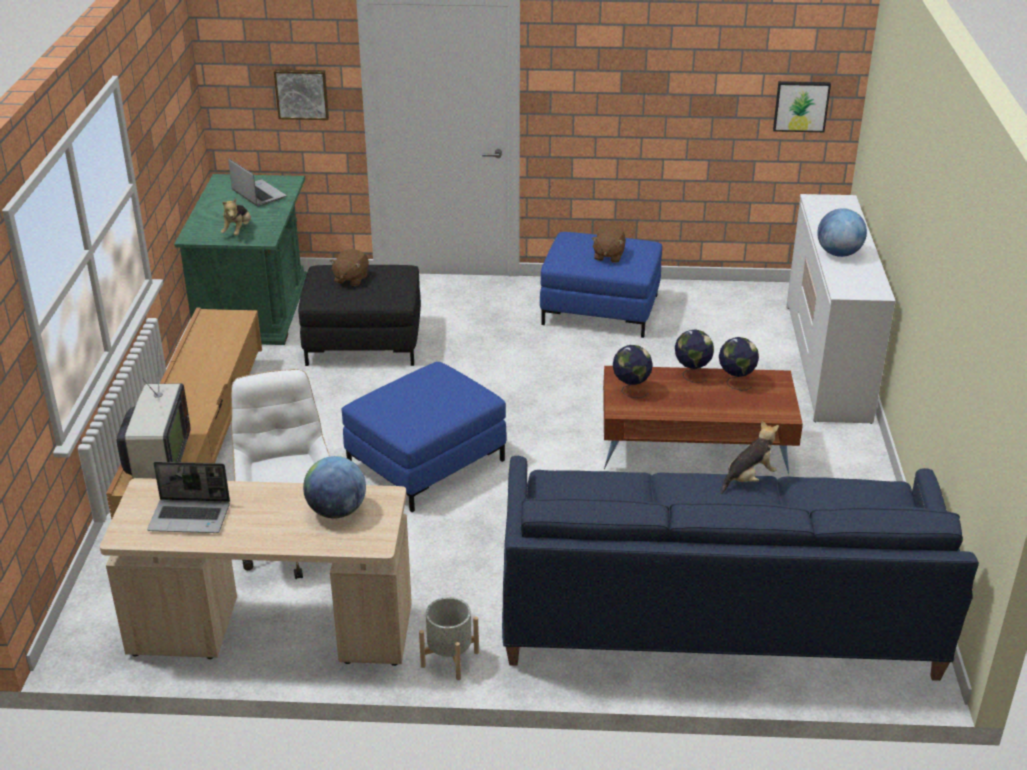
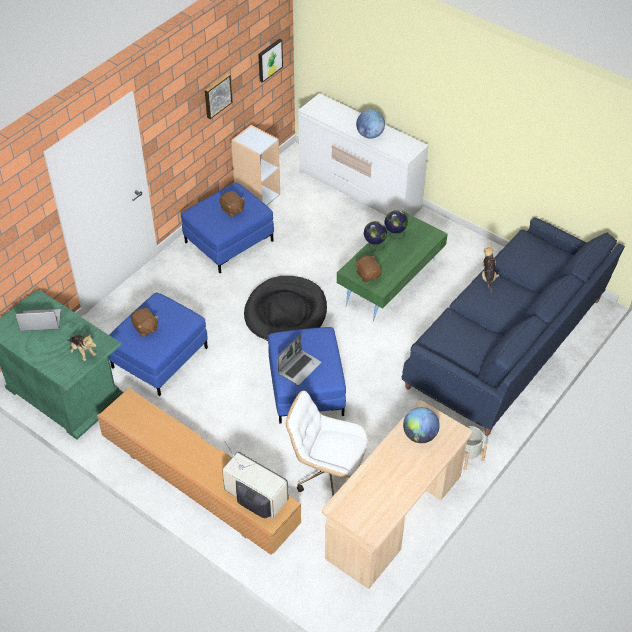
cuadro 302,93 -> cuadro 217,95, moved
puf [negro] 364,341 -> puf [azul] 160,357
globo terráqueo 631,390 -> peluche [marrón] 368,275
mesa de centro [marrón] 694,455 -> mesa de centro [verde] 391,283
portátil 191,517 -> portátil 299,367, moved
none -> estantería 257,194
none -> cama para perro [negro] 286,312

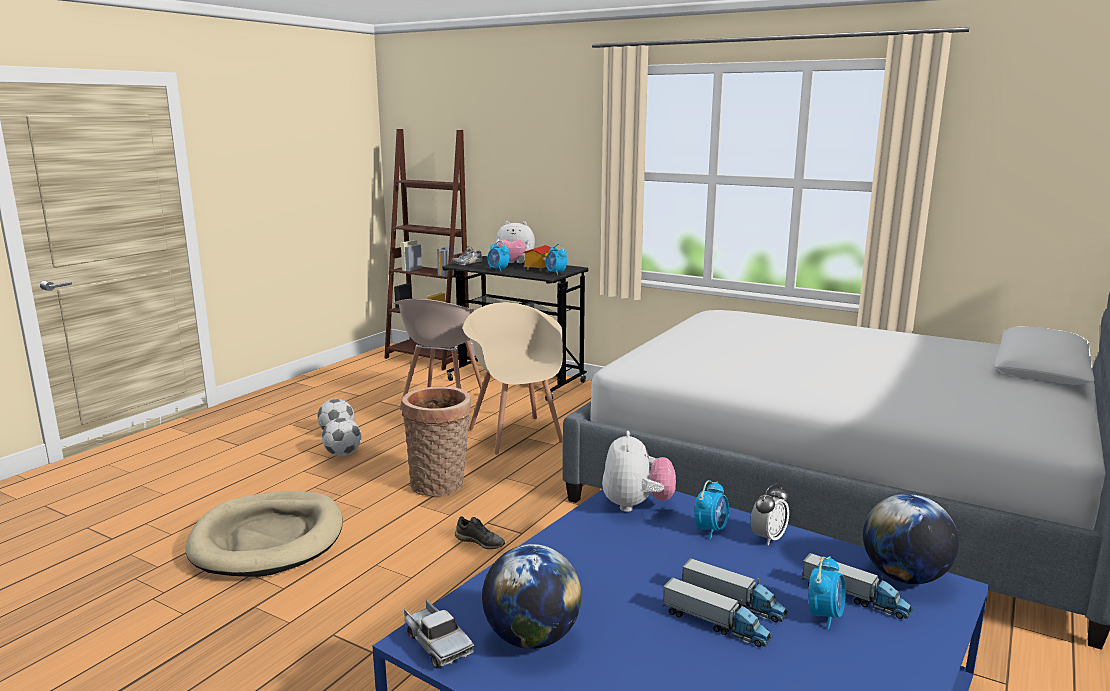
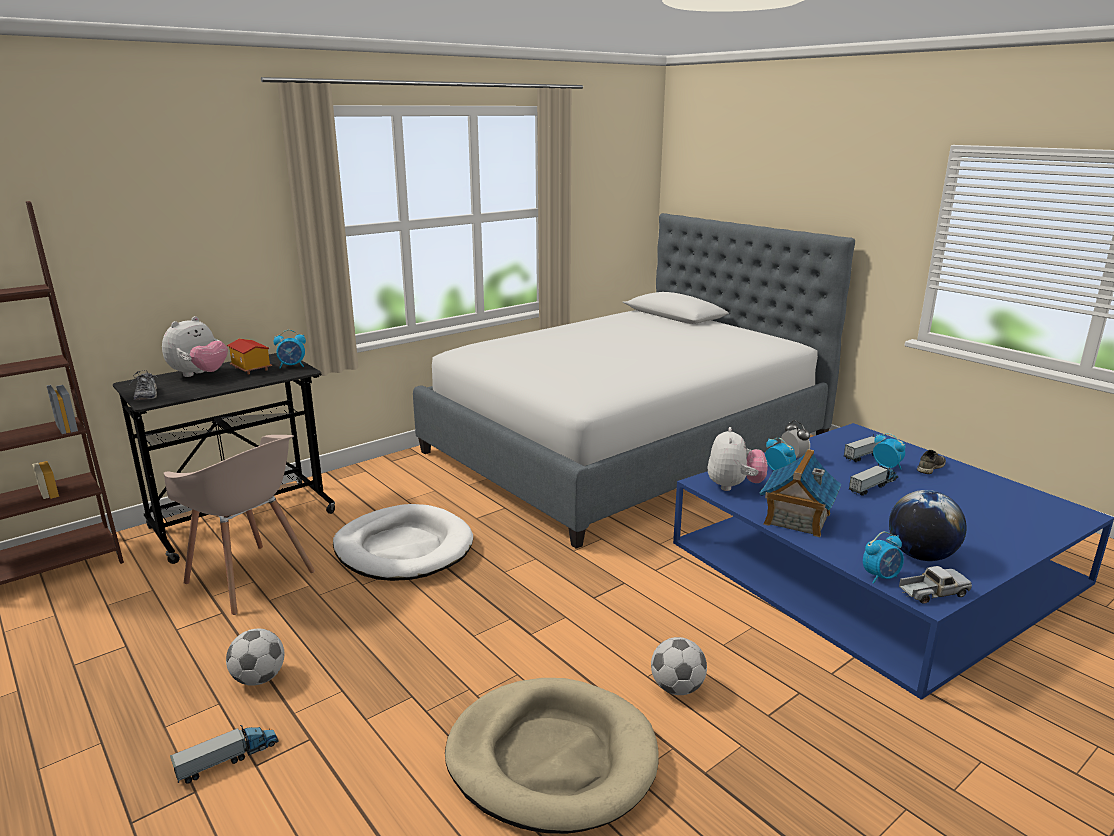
despertador 498,270 -> despertador 880,577, moved
silla [beis] 515,435 -> cama para perro [blanco] 403,548
cesta 440,485 -> none
balón de fútbol 343,454 -> balón de fútbol 677,688, moved
peluche 636,505 -> peluche 734,486, 75 degrees clockwise
globo terráqueo 904,577 -> none
zapato [gris] 480,542 -> zapato [gris] 929,468, moved
camión de juguete 715,624 -> camión de juguete 228,759, moved
none -> casita 796,519

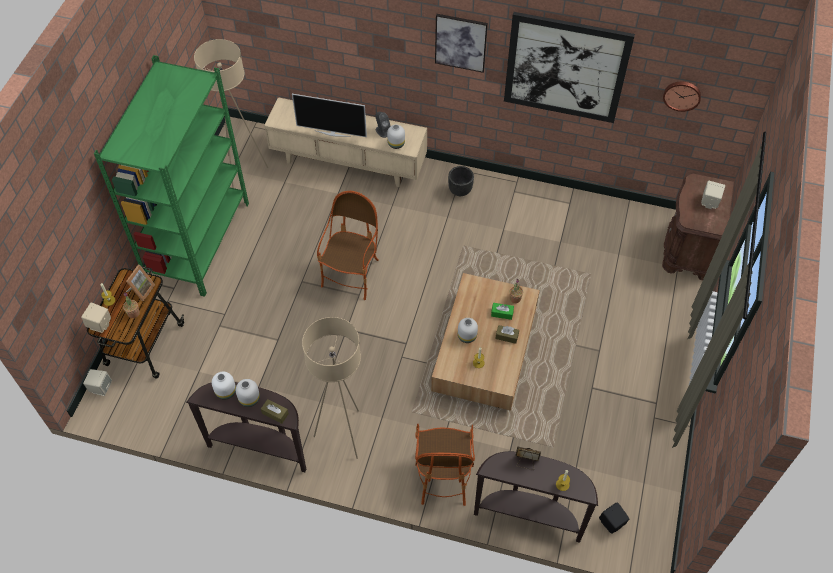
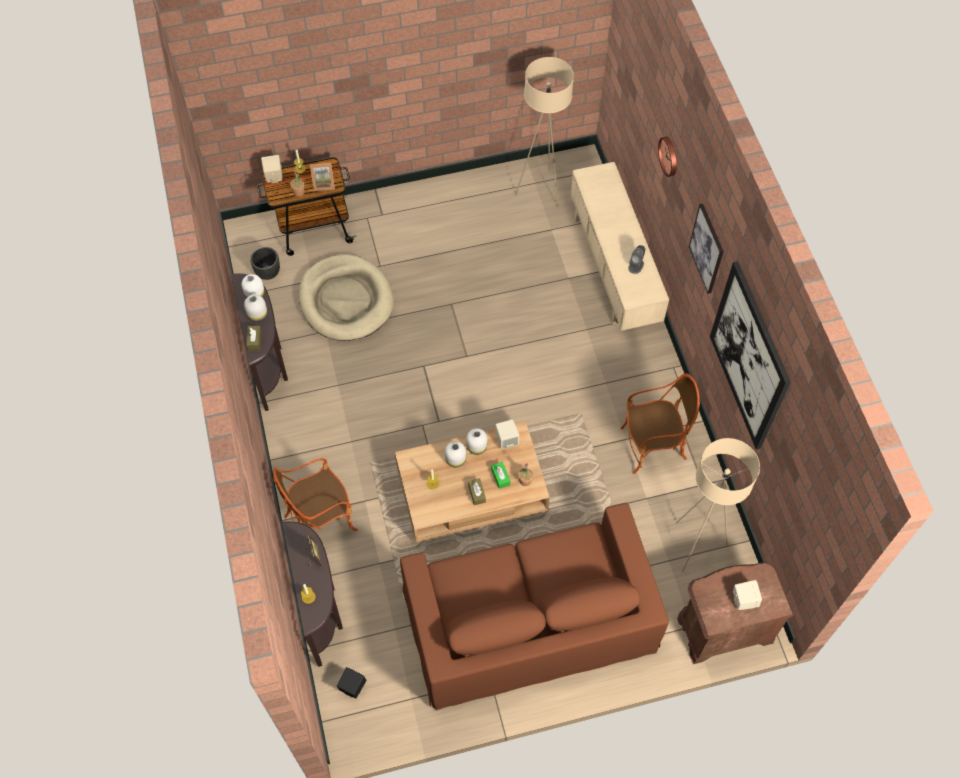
estantería [verde] 198,241 -> none
reloj de pared 682,95 -> reloj de pared 669,156, moved
televisor 332,133 -> none
florero [blanco] 396,144 -> florero [blanco] 476,447, moved
maceta [negro] 460,191 -> maceta [negro] 268,273, moved
sillón 352,275 -> sillón 652,446, moved
lámpara de pie [beis] 343,434 -> lámpara de pie [beis] 696,546, moved
altavoz [beis] 101,388 -> altavoz [beis] 507,440, moved
none -> cama para perro [beis] 346,300
none -> sofá [marrón] 529,620

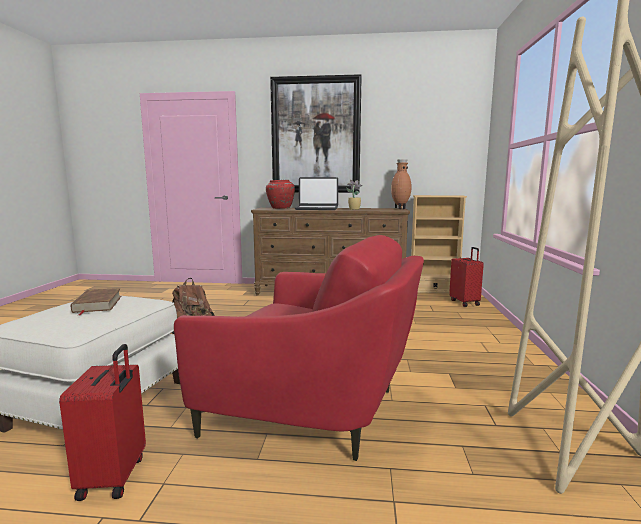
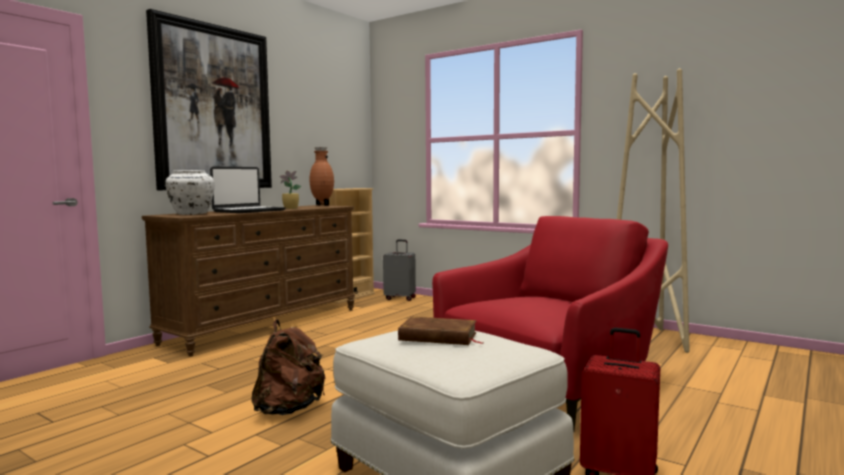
florero [rojo] 280,208 -> florero [blanco] 191,214
maleta [rojo] 465,302 -> maleta [gris] 400,298

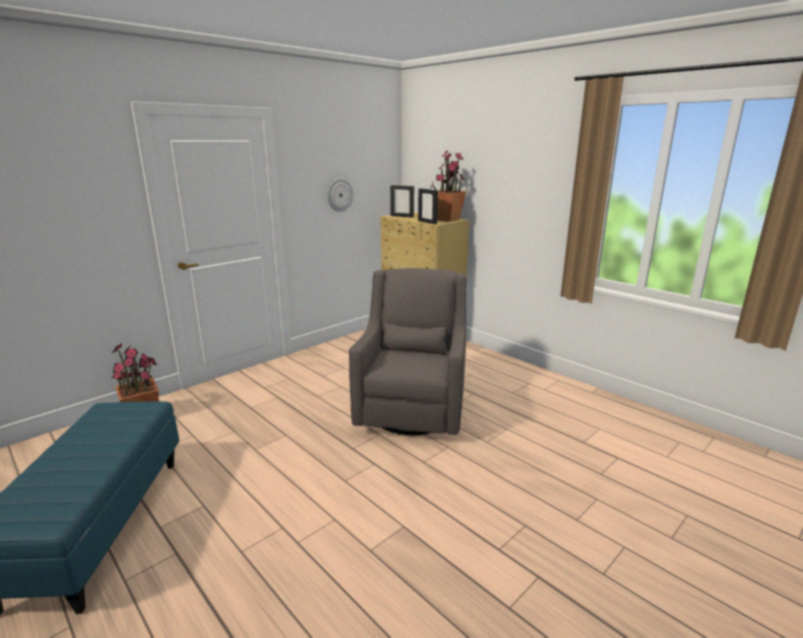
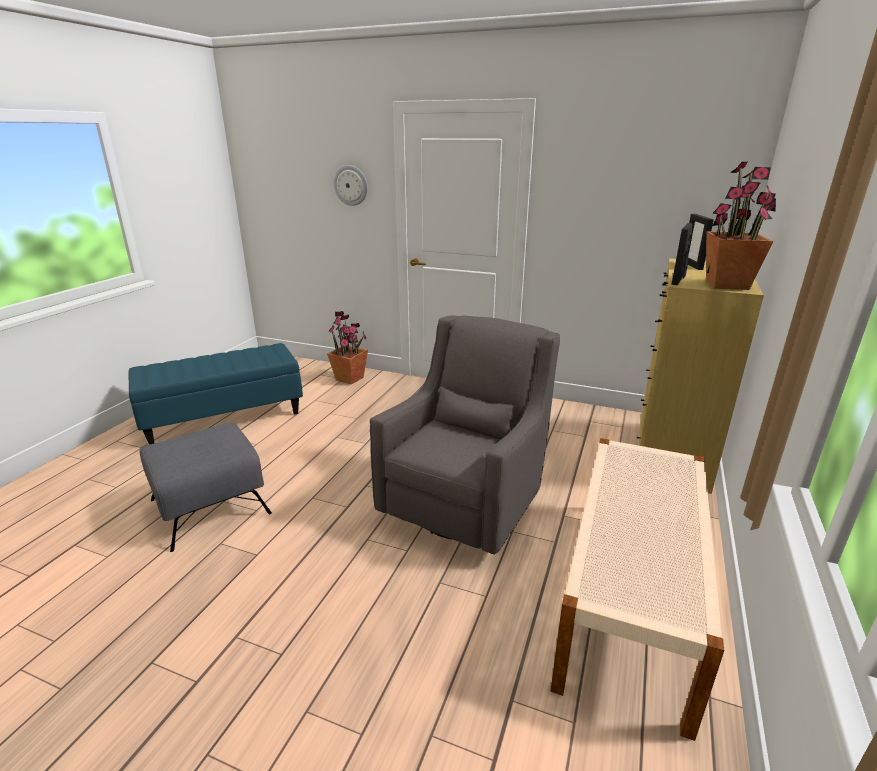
reloj de pared 339,195 -> reloj de pared 351,185, moved
sillón [gris] 413,410 -> sillón [gris] 467,502, 45 degrees counterclockwise
none -> puf [gris] 209,506
none -> banco [beis] 631,597

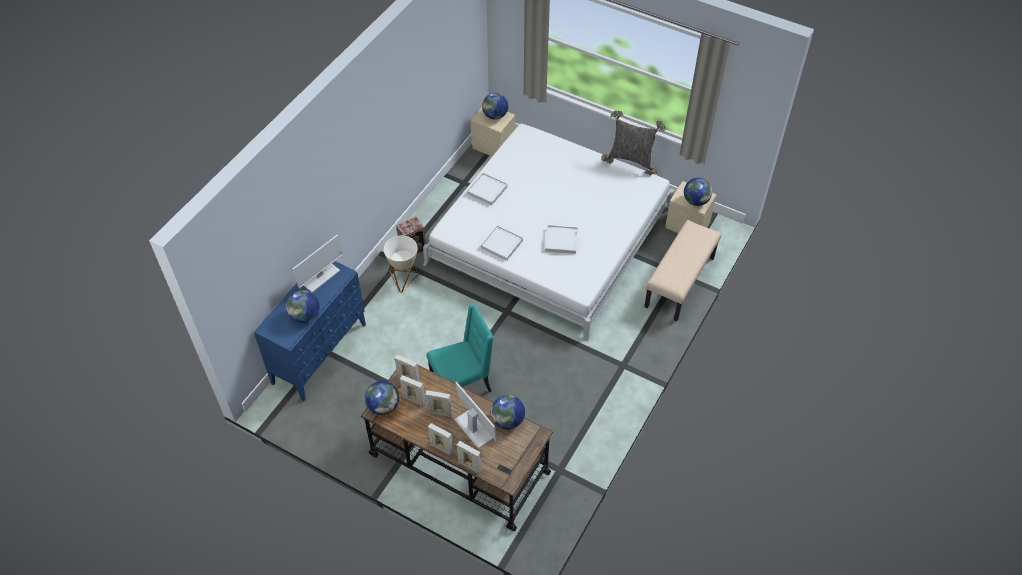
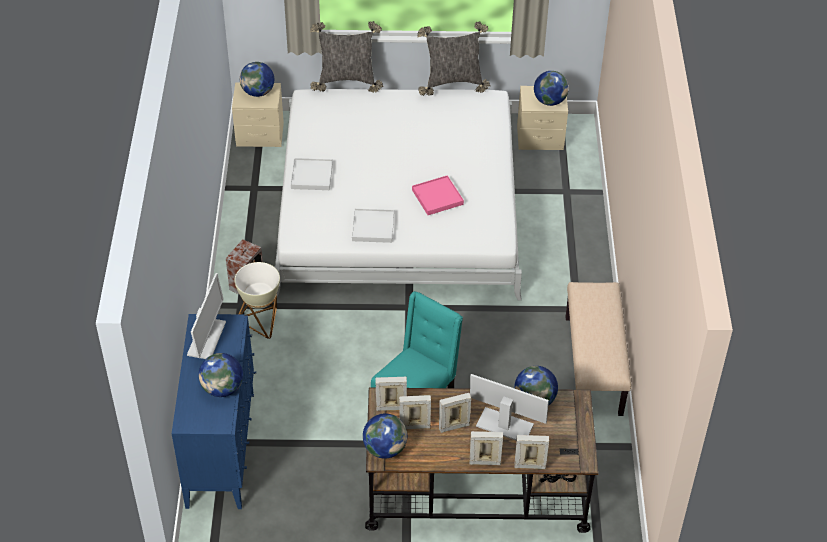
banco [beis] 680,283 -> banco [beis] 594,366, moved
bandeja [blanco] 561,241 -> bandeja [rosa] 437,197
none -> cojín 347,84

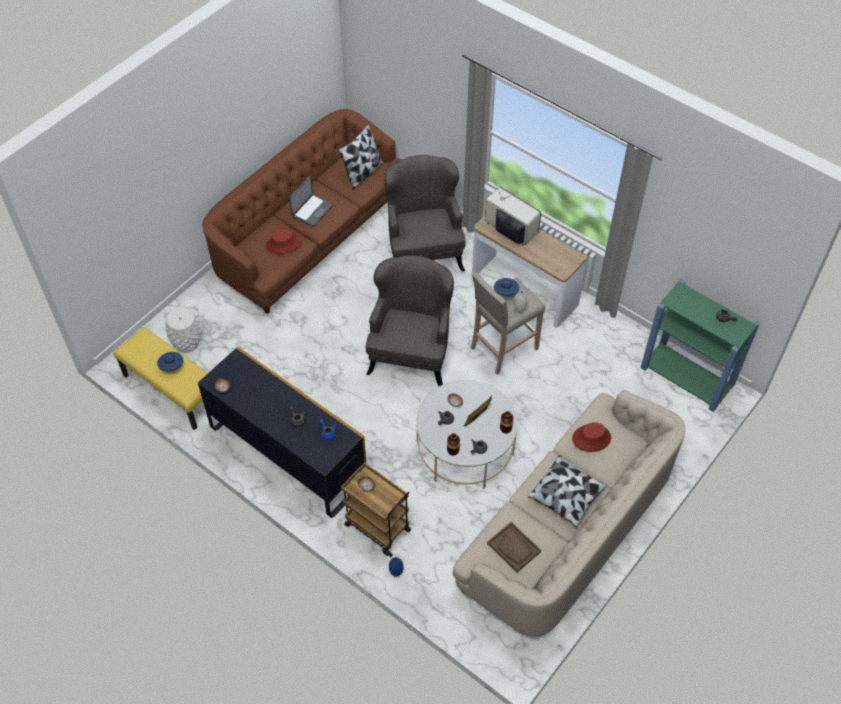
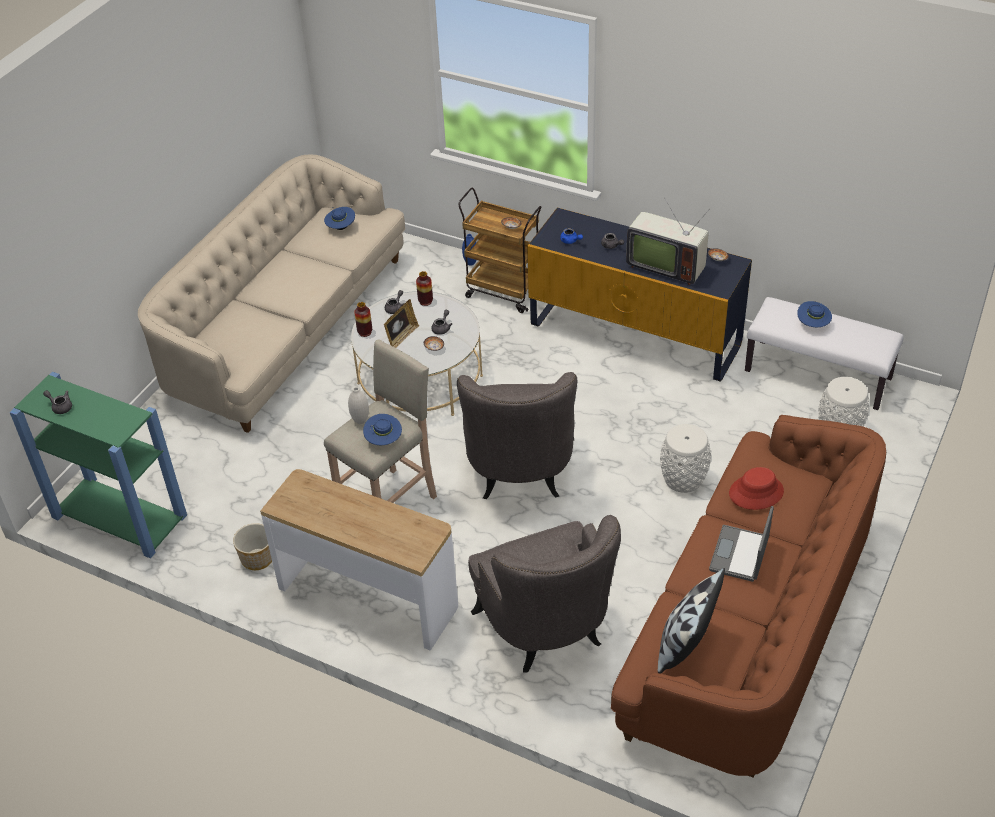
televisor 510,231 -> televisor 666,266, moved
banco [amarillo] 172,390 -> banco [blanco] 818,374
sombrero [rojo] 591,438 -> none
cojín 566,496 -> none
bandeja [marrón] 514,547 -> sombrero [azul] 341,227
none -> taburete [blanco] 683,479
none -> maceta 257,558

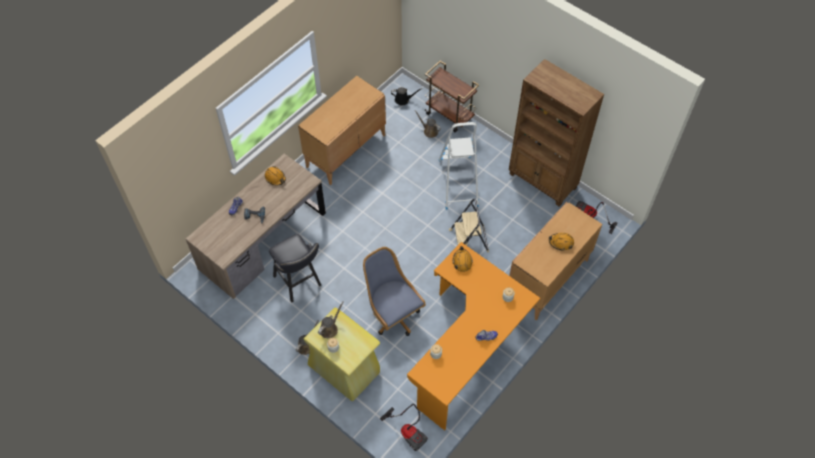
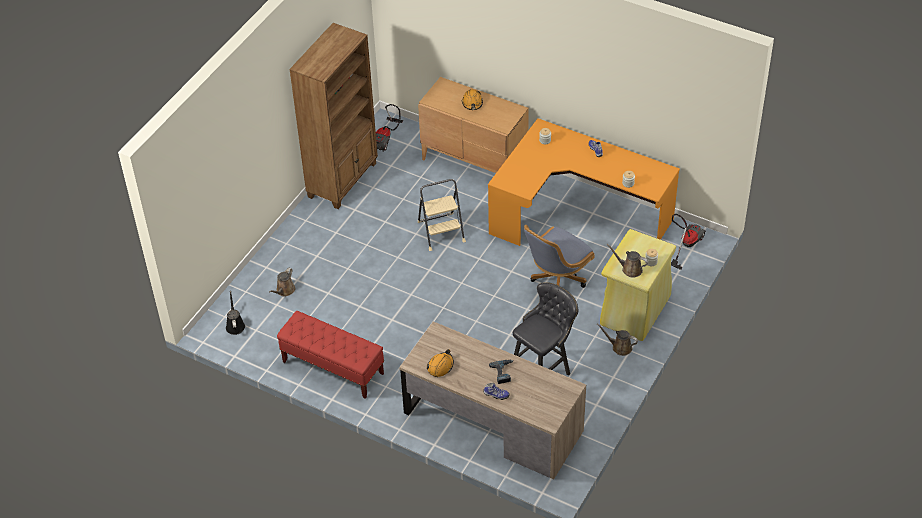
carrito [marrón] 449,117 -> none
armario [marrón] 346,151 -> banco [rojo] 333,368
escalera de tijera [blanco] 458,182 -> none
casco [naranja] 462,261 -> none

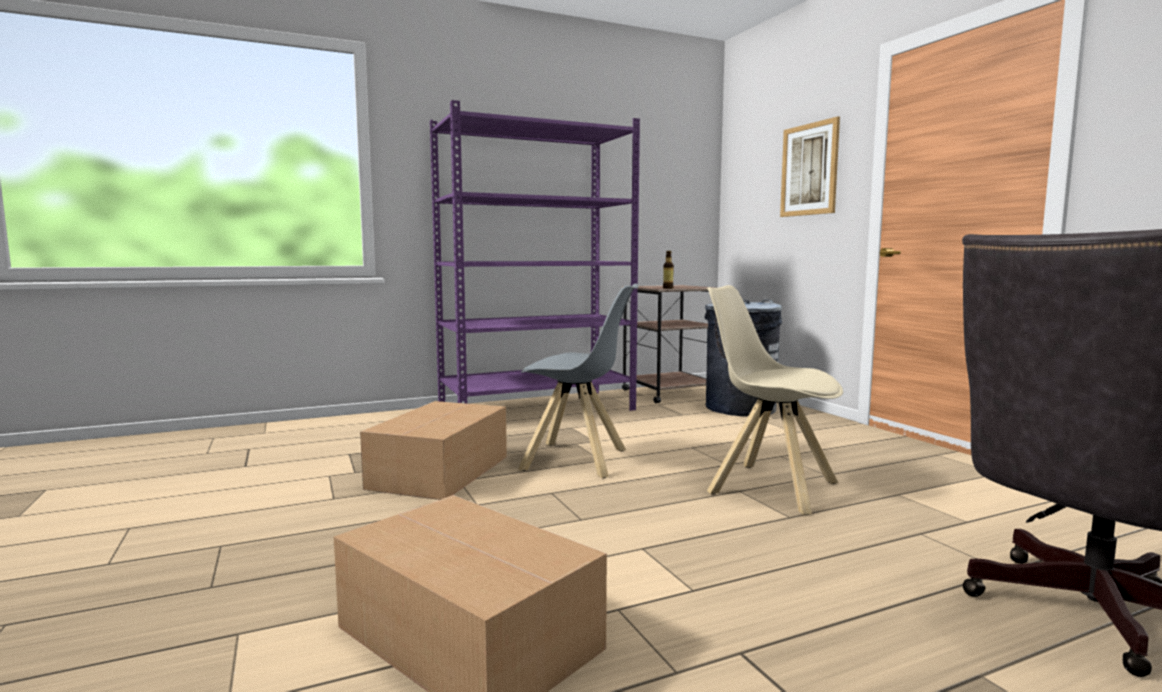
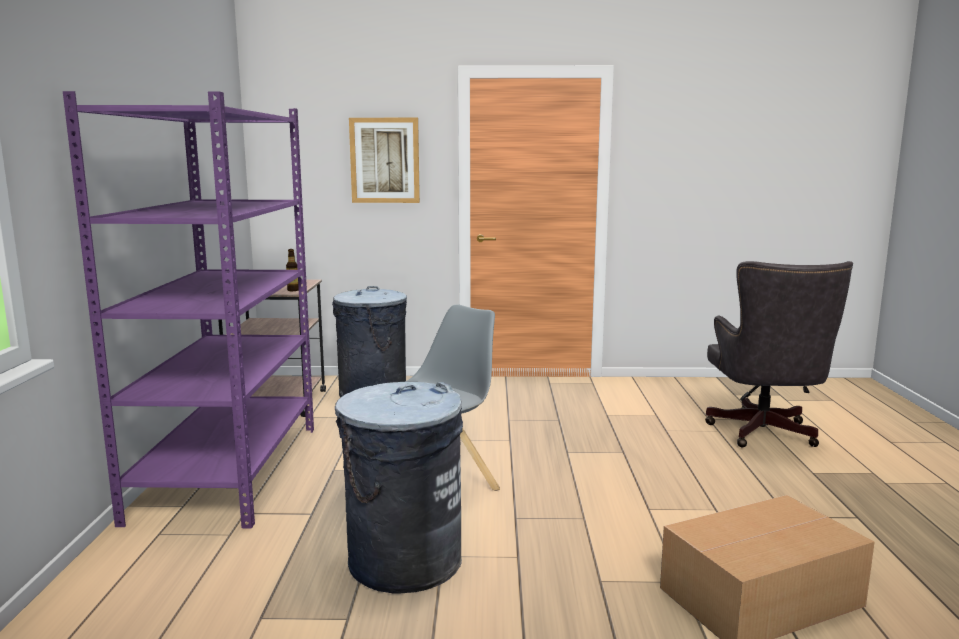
silla [beis] 769,486 -> none
caja de cartón 442,471 -> papelera [gris] 403,561

